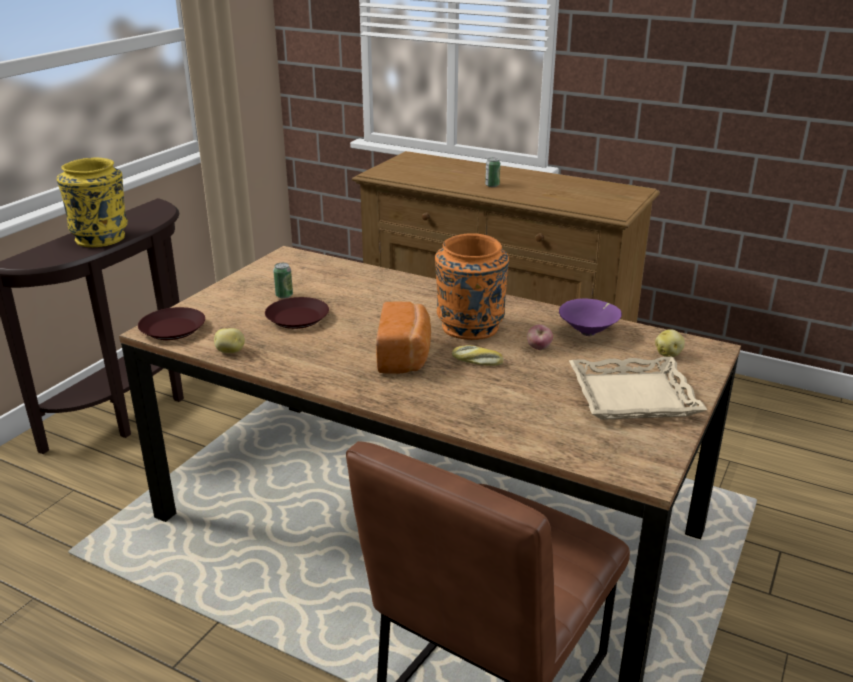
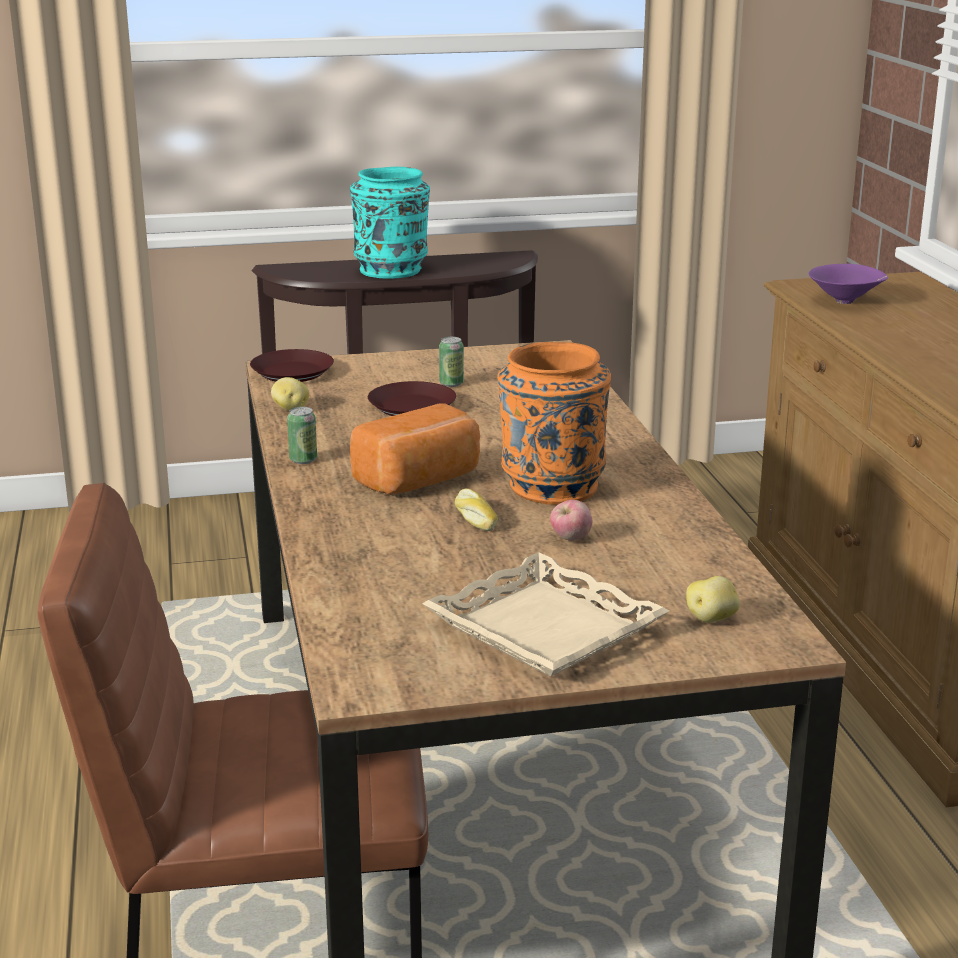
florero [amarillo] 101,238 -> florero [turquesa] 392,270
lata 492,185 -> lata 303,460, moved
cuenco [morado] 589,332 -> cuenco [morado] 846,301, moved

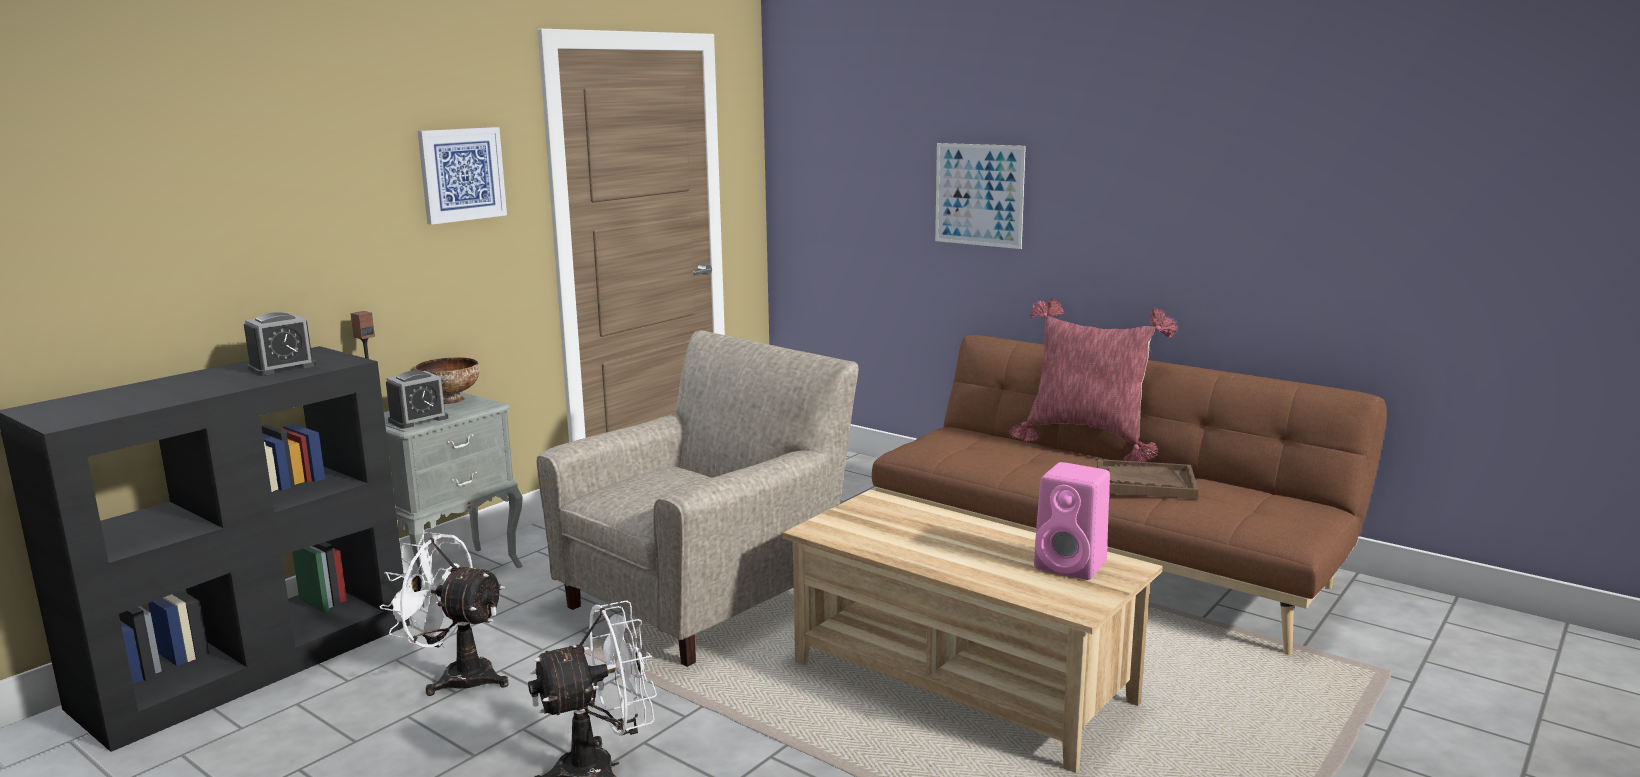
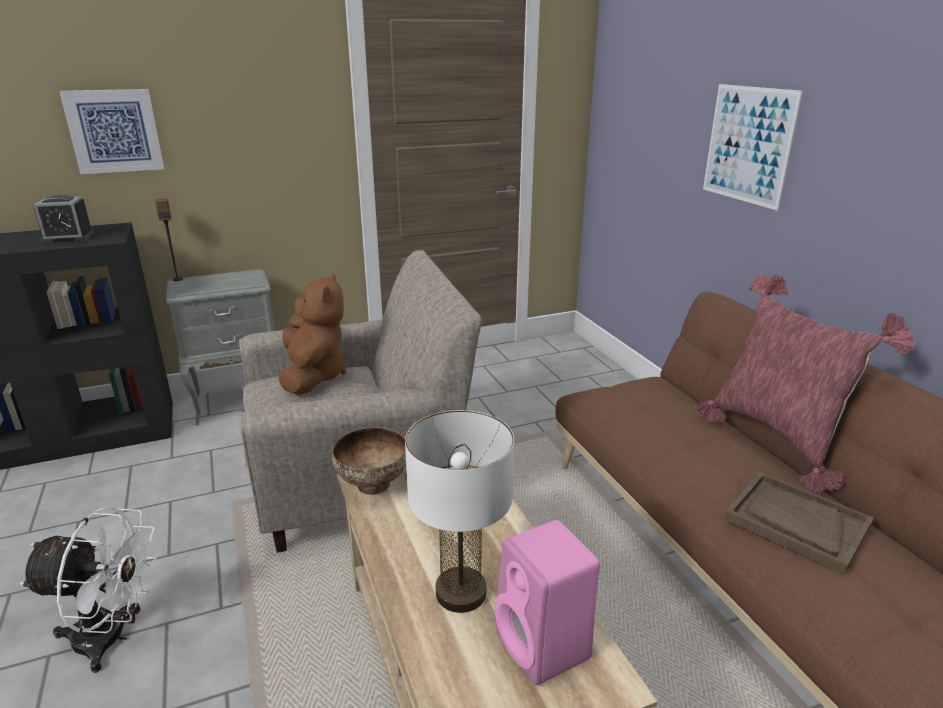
cuadro 462,174 -> cuadro 114,131, moved
cuenco 449,400 -> cuenco 372,485, moved
despertador 418,420 -> none
ventilador [blanco] 457,677 -> none
none -> peluche [marrón] 313,376
none -> lámpara de mesa 460,593

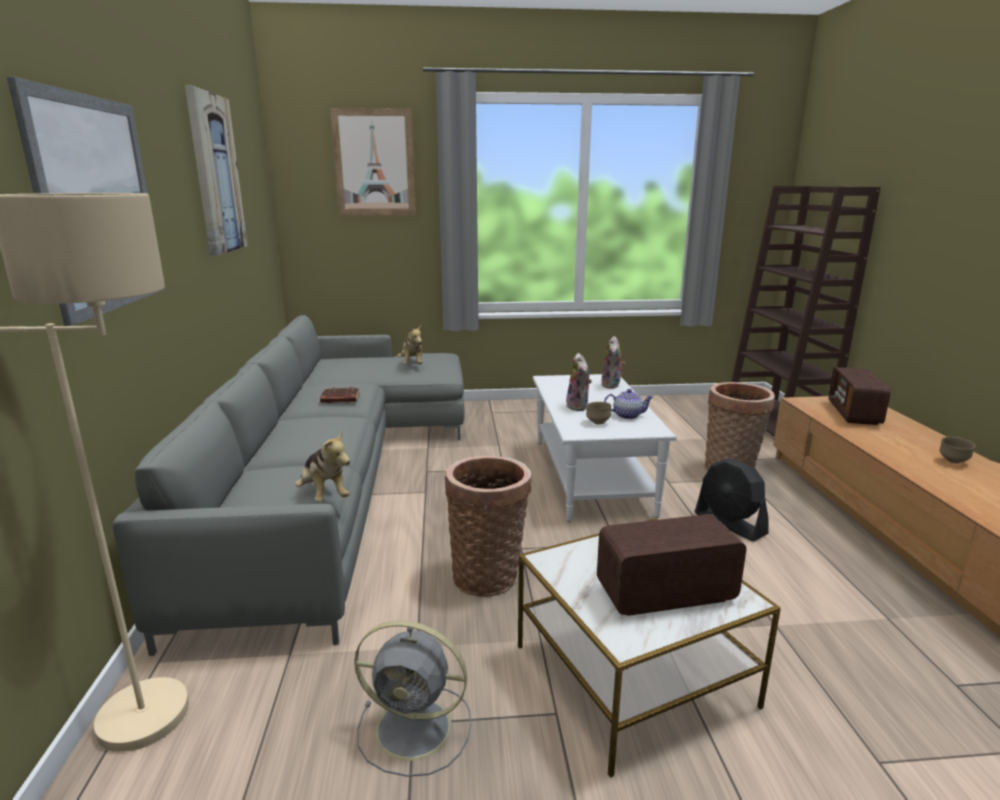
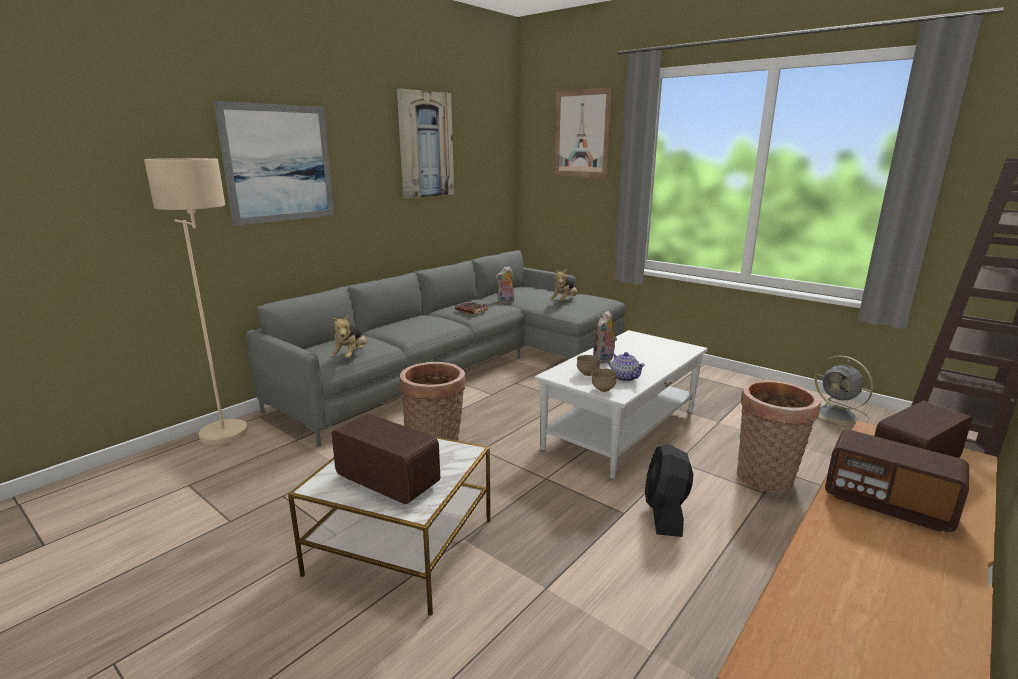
peluche 612,385 -> peluche 506,302, moved
cuenco [marrón] 953,462 -> cuenco [marrón] 603,390, moved
ventilador [gris] 417,729 -> ventilador [gris] 837,414, moved
none -> radio 887,504

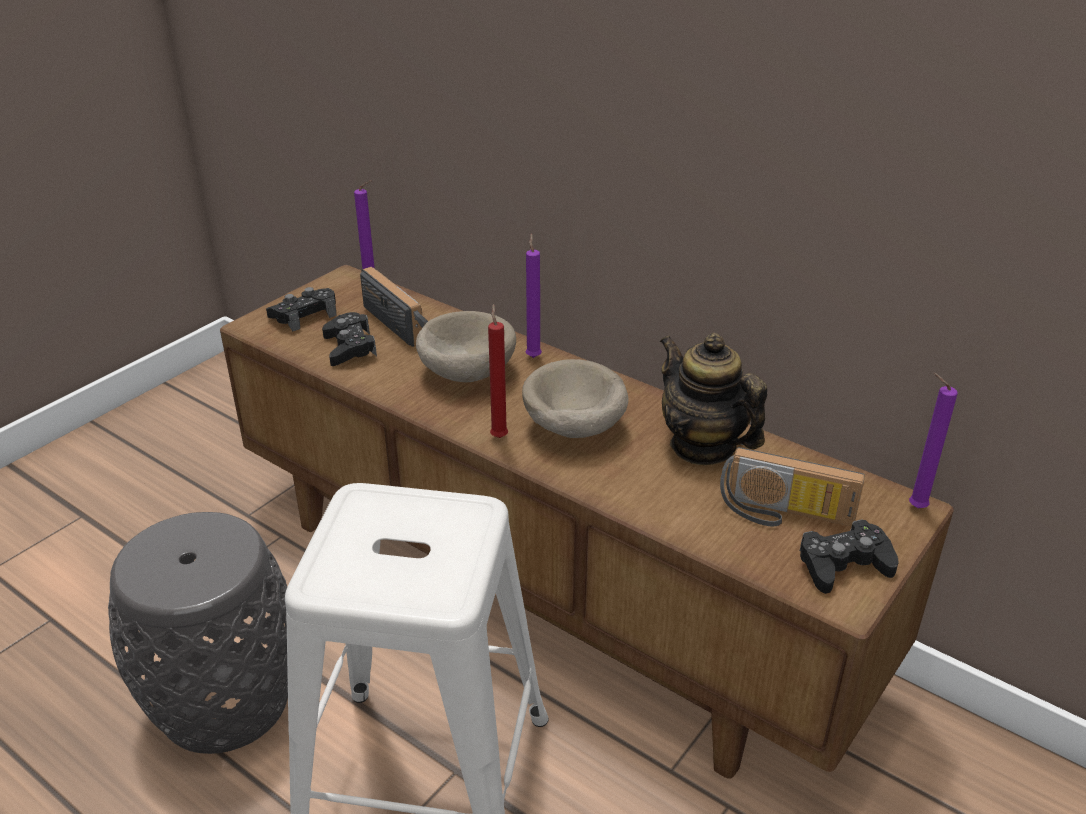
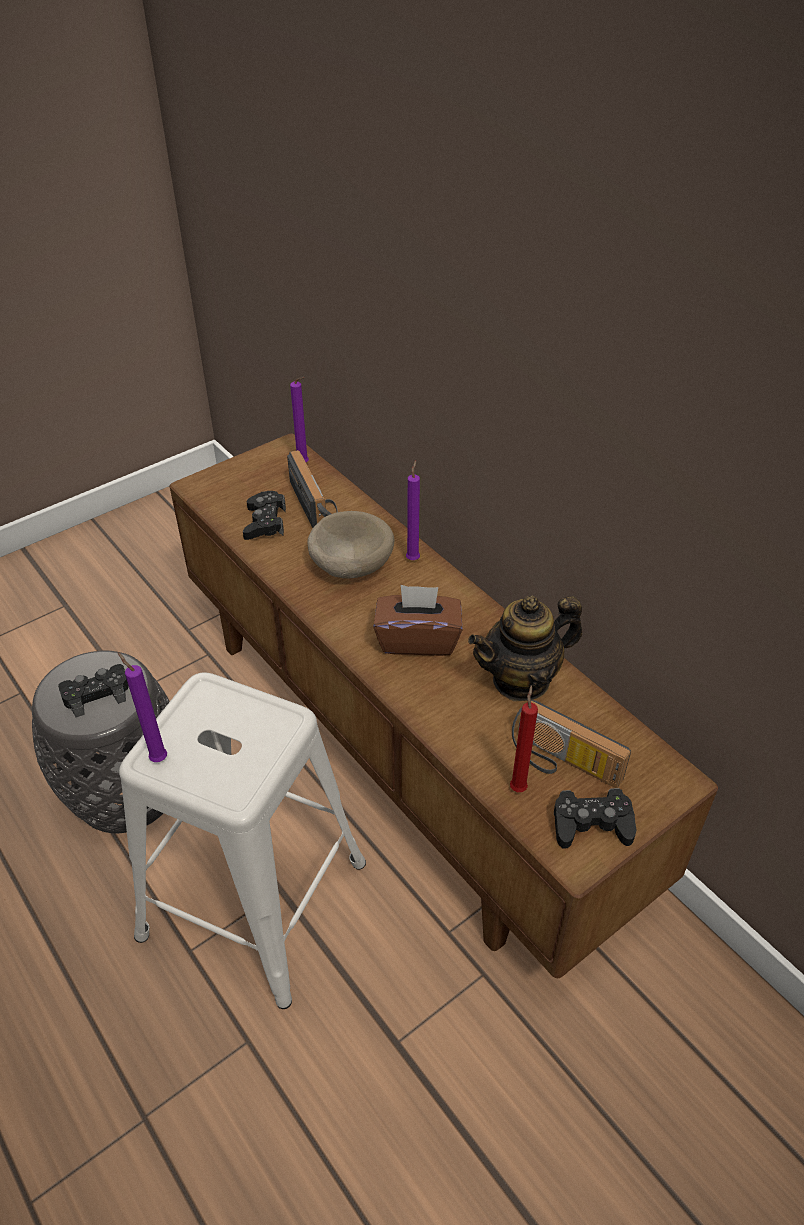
mando de consola [negro] 304,315 -> mando de consola [negro] 97,694, moved
vela [rojo] 499,436 -> vela [rojo] 518,786, moved
tetera 703,446 -> tetera 521,680, 90 degrees counterclockwise
cuenco [beis] 573,428 -> caja de pañuelos [marrón] 418,639
vela [morado] 914,507 -> vela [morado] 157,757, moved

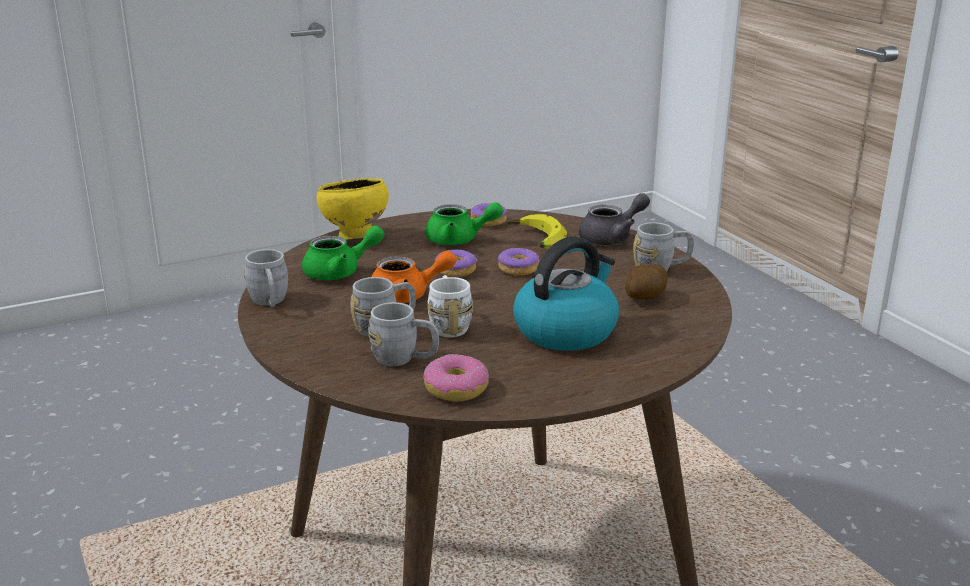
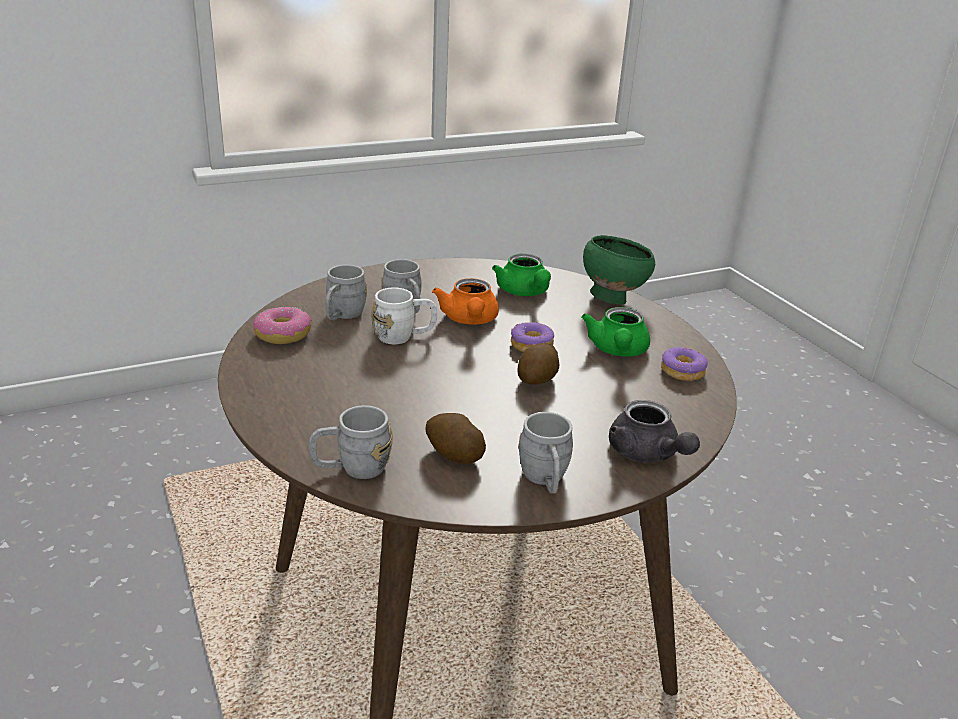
cuenco [amarillo] 354,238 -> cuenco [verde] 612,299
plátano 535,240 -> none
hervidor 566,330 -> none
rosquilla 518,269 -> patata 537,380
taza grande [gris] 270,303 -> taza grande [gris] 351,468, moved

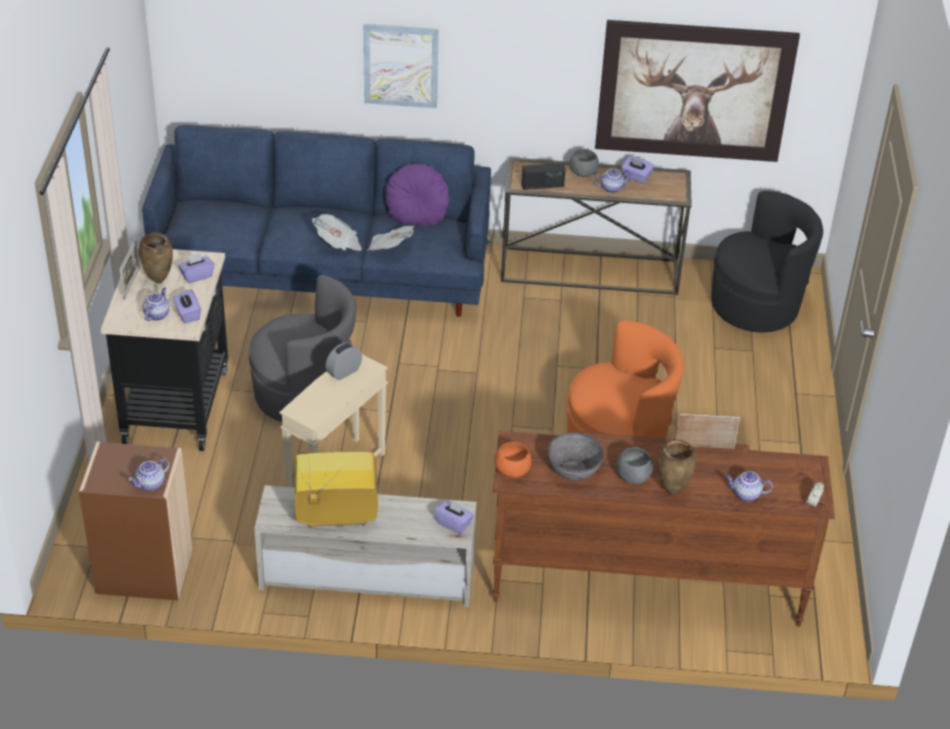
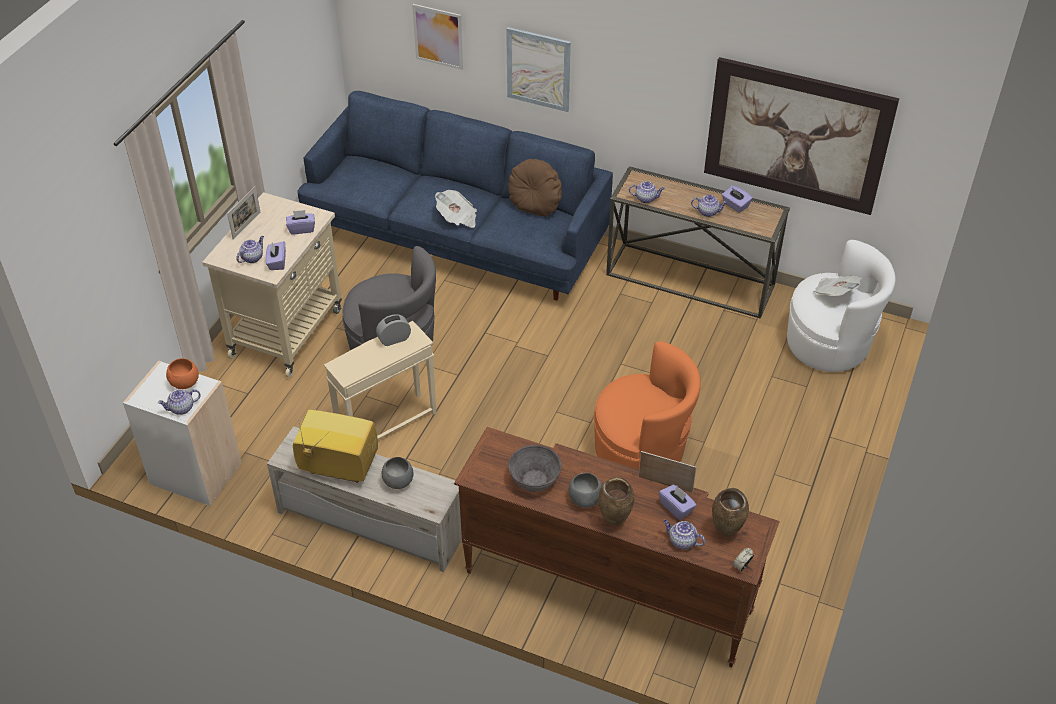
cuenco [gris] 582,173 -> cuenco [gris] 398,482, moved
radio 542,186 -> tetera 646,198
cojín [morado] 417,219 -> cojín [marrón] 535,207
sillón [negro] 757,306 -> sillón [blanco] 829,344
periódico 390,248 -> periódico 834,293, moved
florero [marrón] 159,281 -> florero [marrón] 726,533, moved
carrito [negro] 175,405 -> carrito [beis] 286,332
estantería [marrón] 143,572 -> estantería [blanco] 194,474
cuenco [naranja] 511,472 -> cuenco [naranja] 184,383, moved
caja de pañuelos [morado] 453,523 -> caja de pañuelos [morado] 676,508, moved
none -> cuadro 438,36

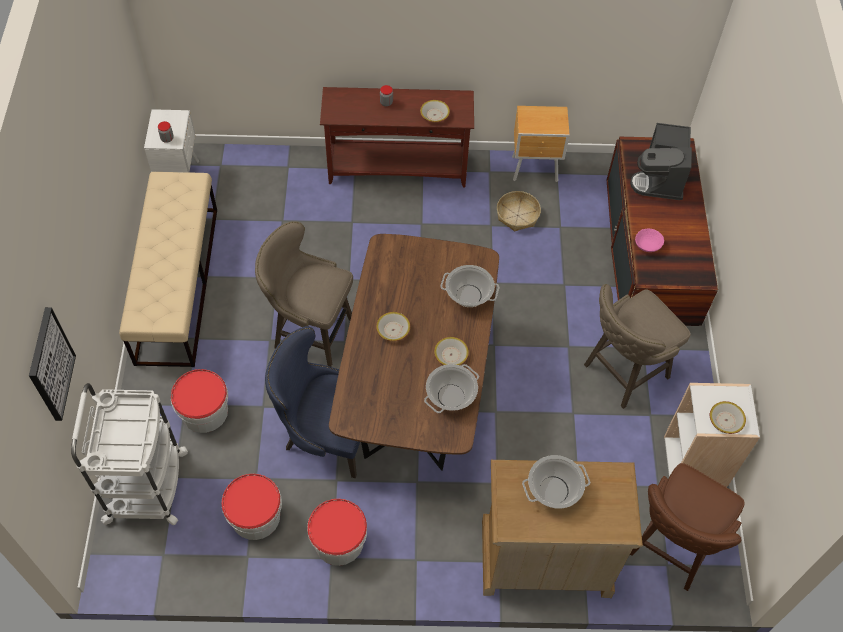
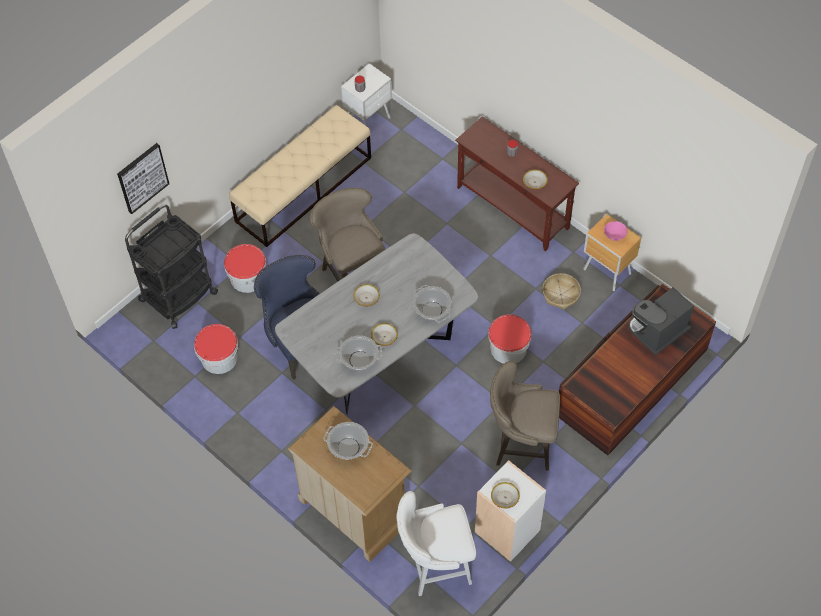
cuenco [rosa] 647,246 -> cuenco [rosa] 614,235, moved
mesa de comedor [marrón] 415,389 -> mesa de comedor [gris] 380,356
carrito [blanco] 147,486 -> carrito [negro] 179,297
taburete [marrón] 671,549 -> taburete [blanco] 435,566
cubo 339,541 -> cubo 508,348, moved

